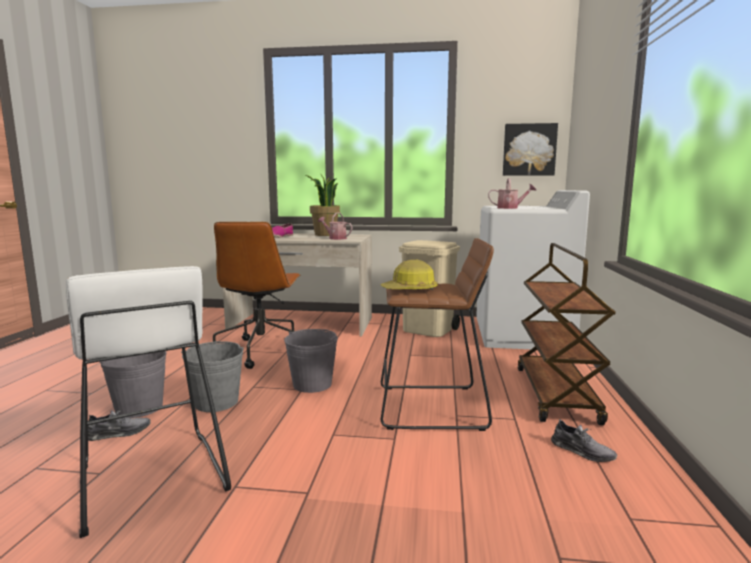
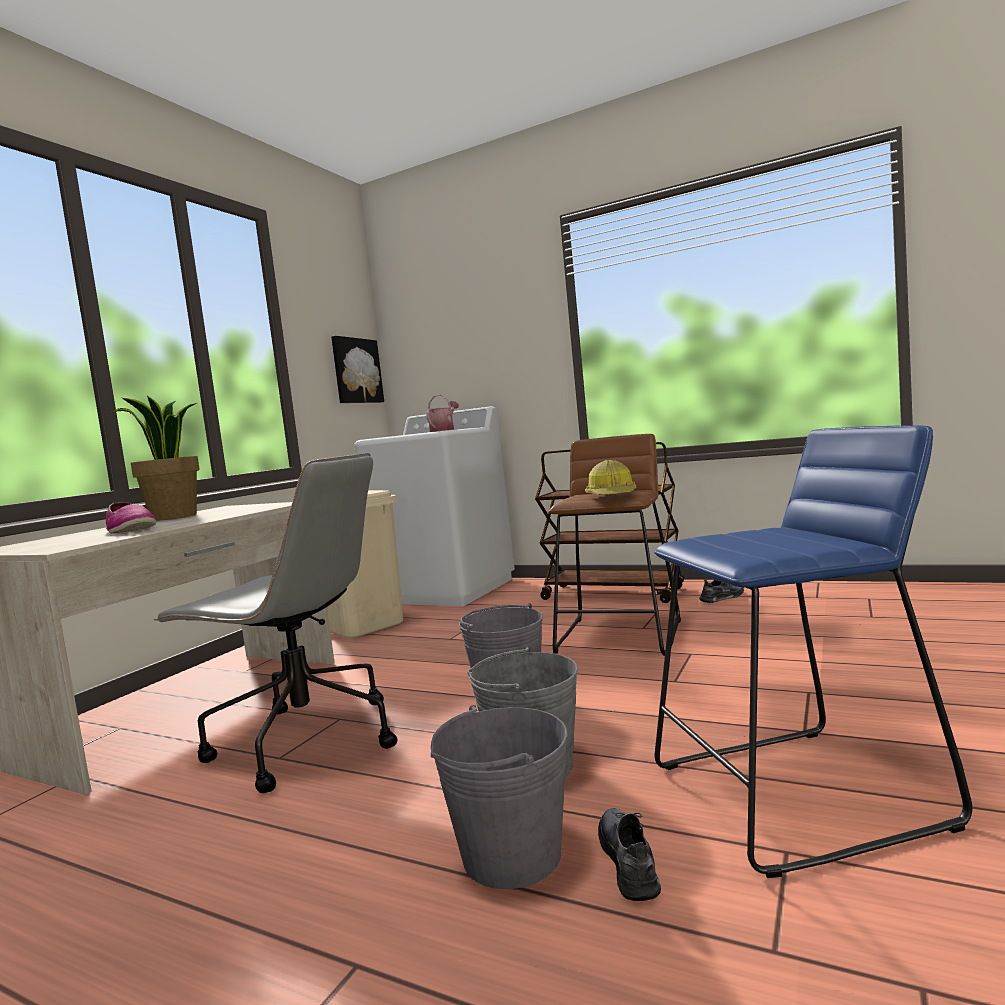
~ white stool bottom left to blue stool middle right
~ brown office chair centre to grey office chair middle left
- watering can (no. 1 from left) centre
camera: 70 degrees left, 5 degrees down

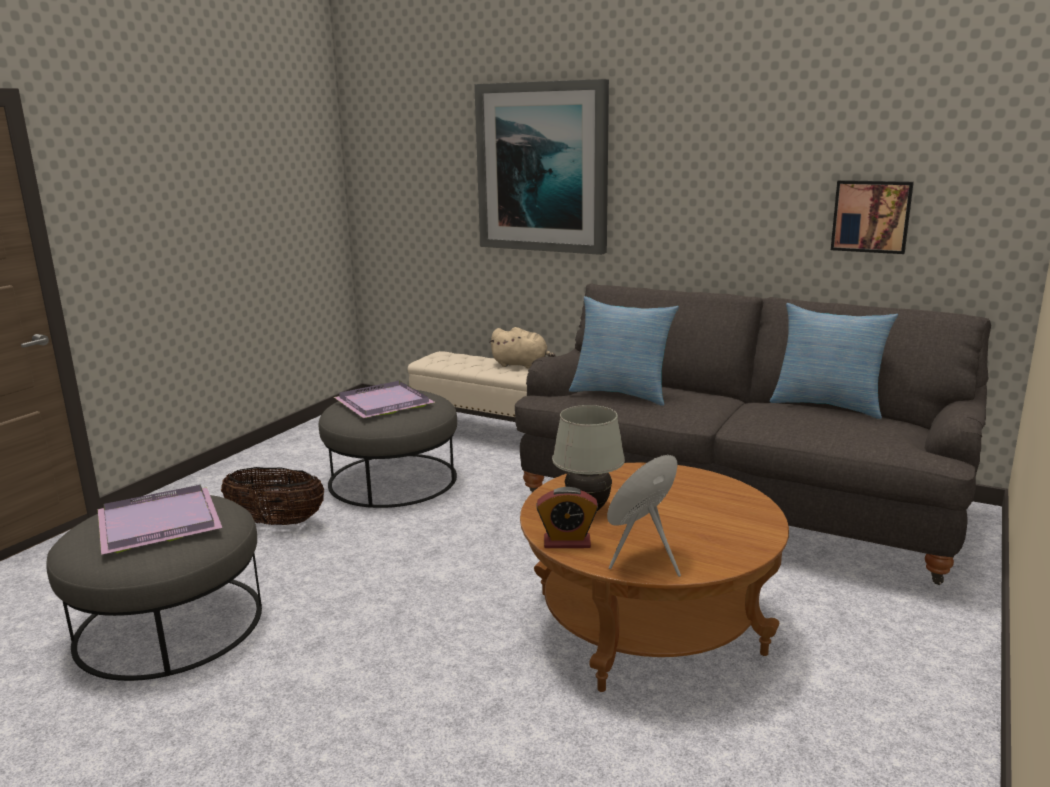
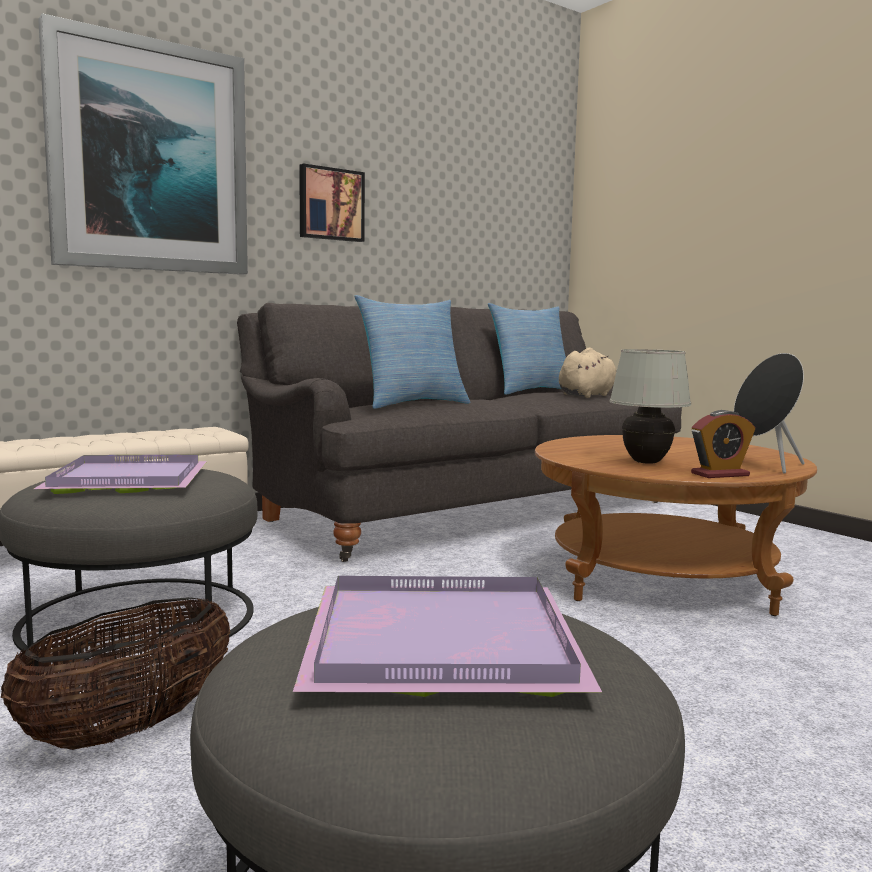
~ beige plush toy centre to middle right
~ alarm clock centre = middle right 45 degrees clockwise
~ picture (no. 2 from left) top right to top centre
camera: 65 degrees left, 10 degrees down

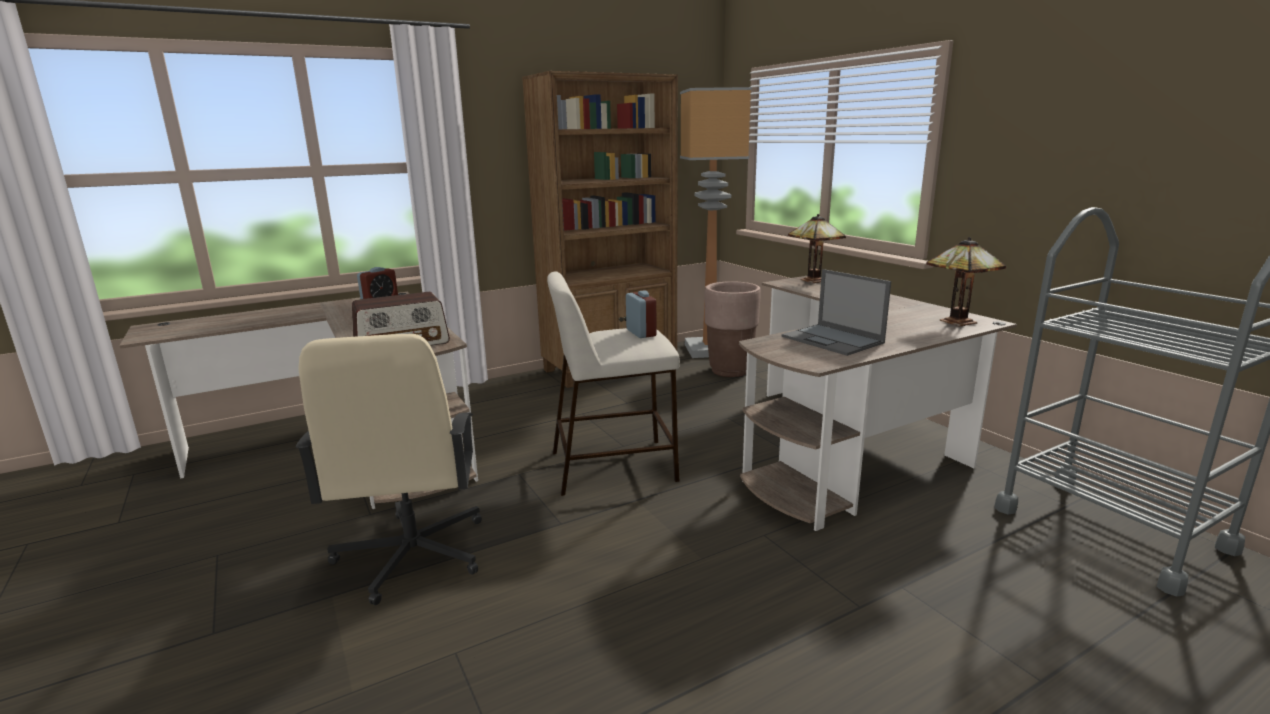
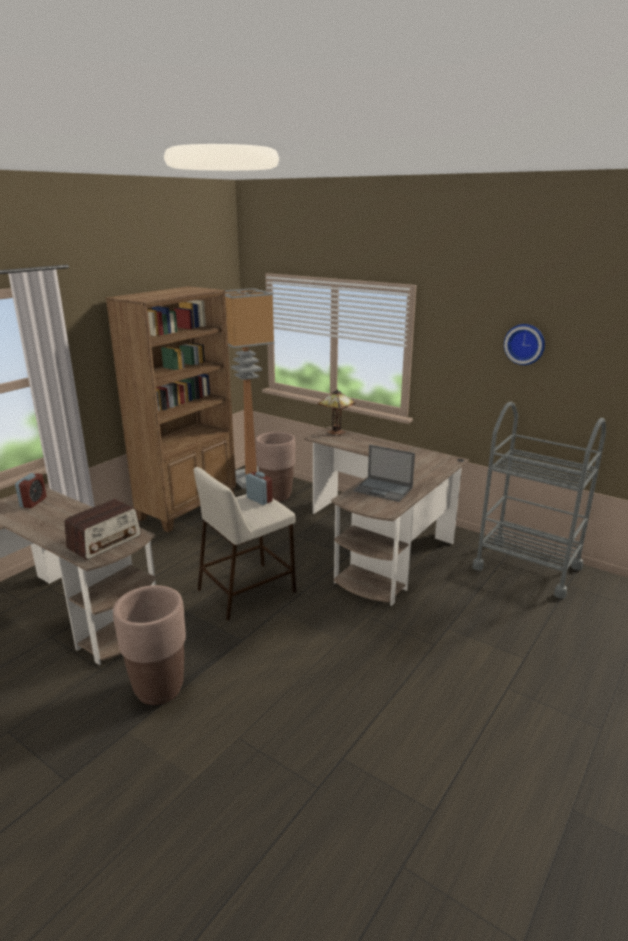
~ beige office chair middle left to brown planter (no. 1 from left) bottom left
- table lamp (no. 2 from left) middle right
+ wall clock middle right
camera: 25 degrees left, 5 degrees up

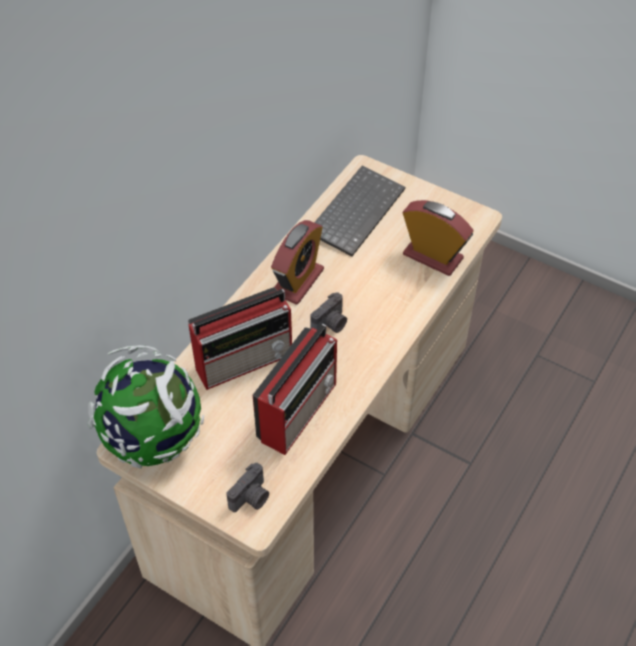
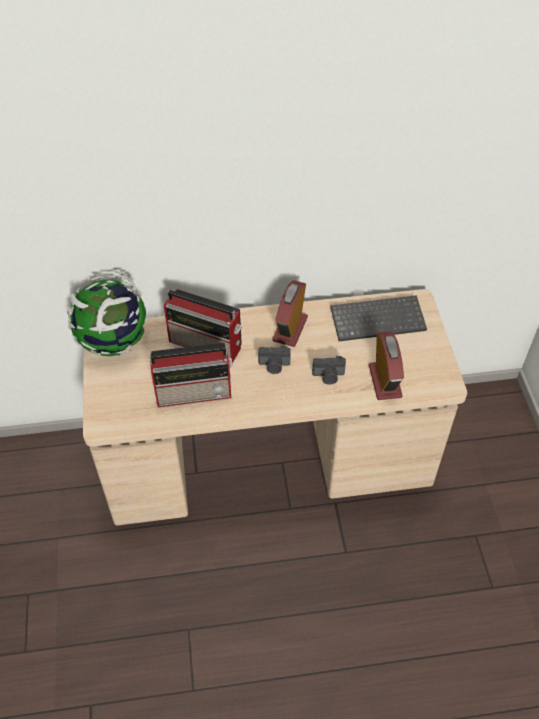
~ photo camera (no. 1 from left in the first image) bottom centre to photo camera (no. 2 from left) centre
~ alarm clock (no. 1 from left) centre = centre 120 degrees clockwise
camera: 50 degrees right, 0 degrees up

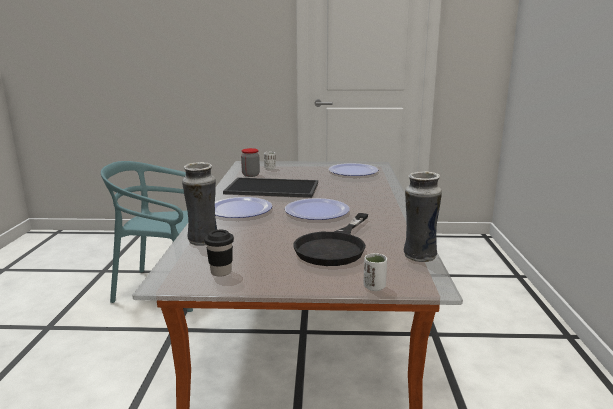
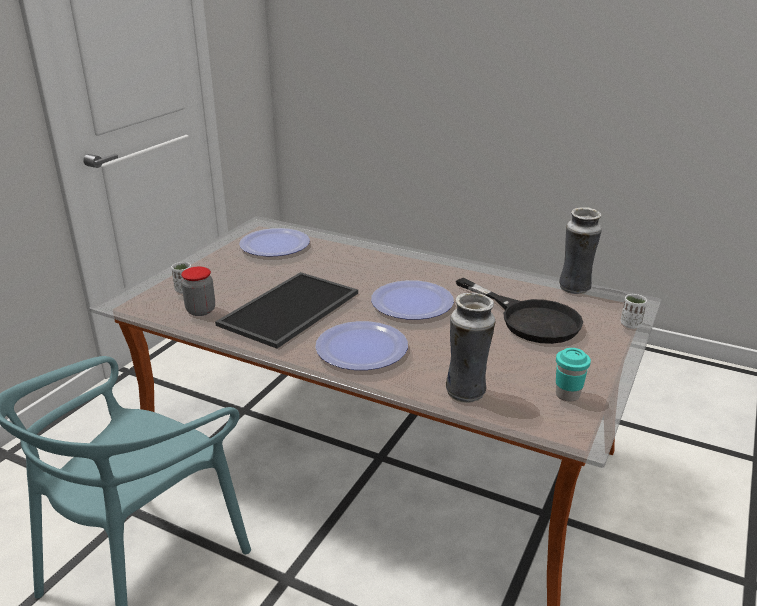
~ black cup centre to turquoise cup middle right
camera: 65 degrees left, 10 degrees up

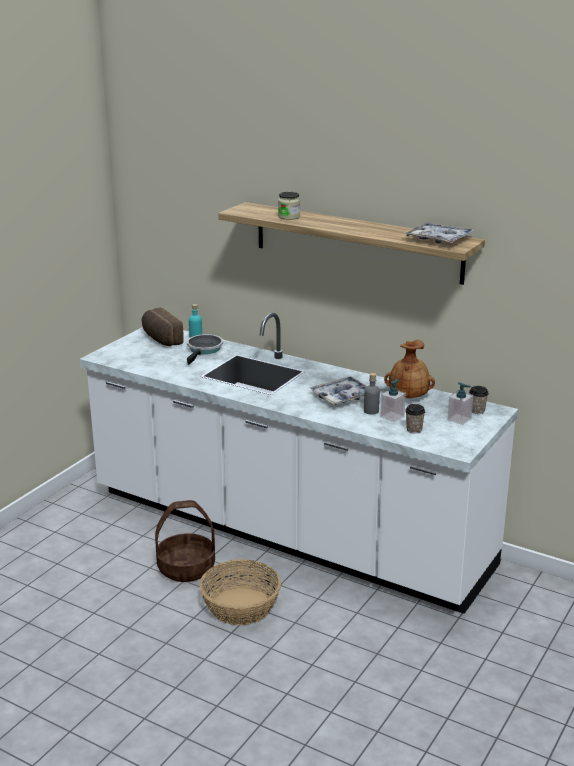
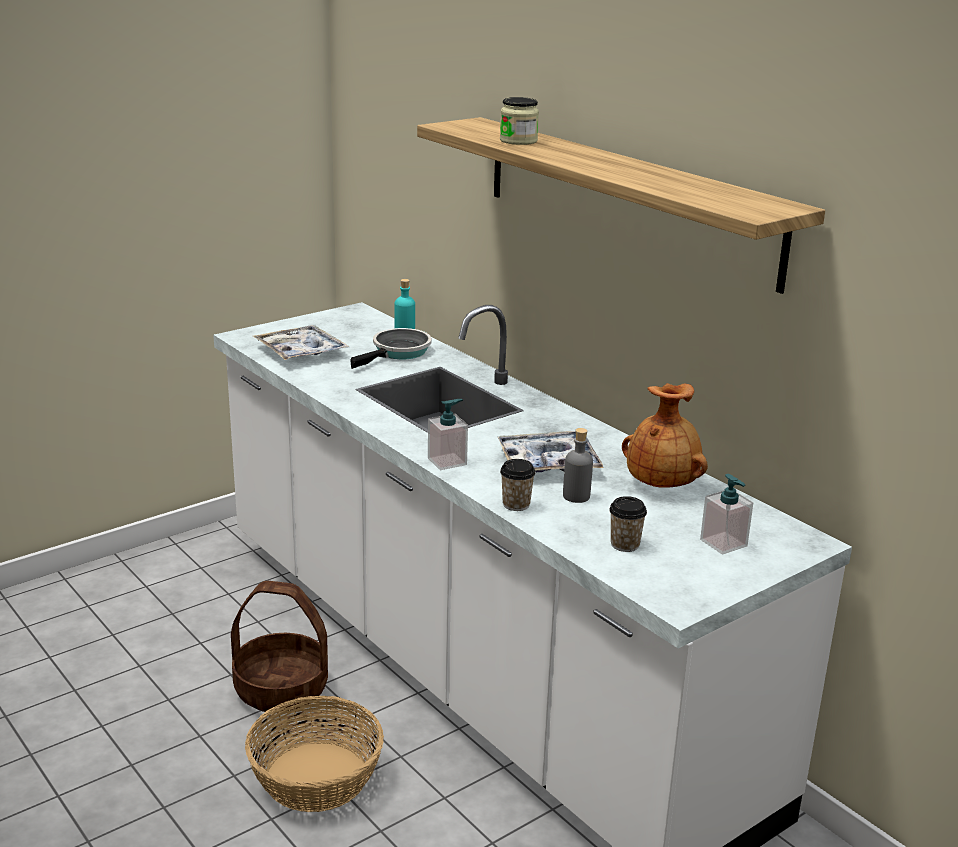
- bread middle left
~ soap dispenser (no. 1 from left) middle right to centre
~ tray (no. 2 from left in the first image) top right to tray (no. 1 from left) middle left
~ cup (no. 2 from left in the first image) middle right to cup (no. 1 from left) centre
camera: 20 degrees right, 0 degrees up

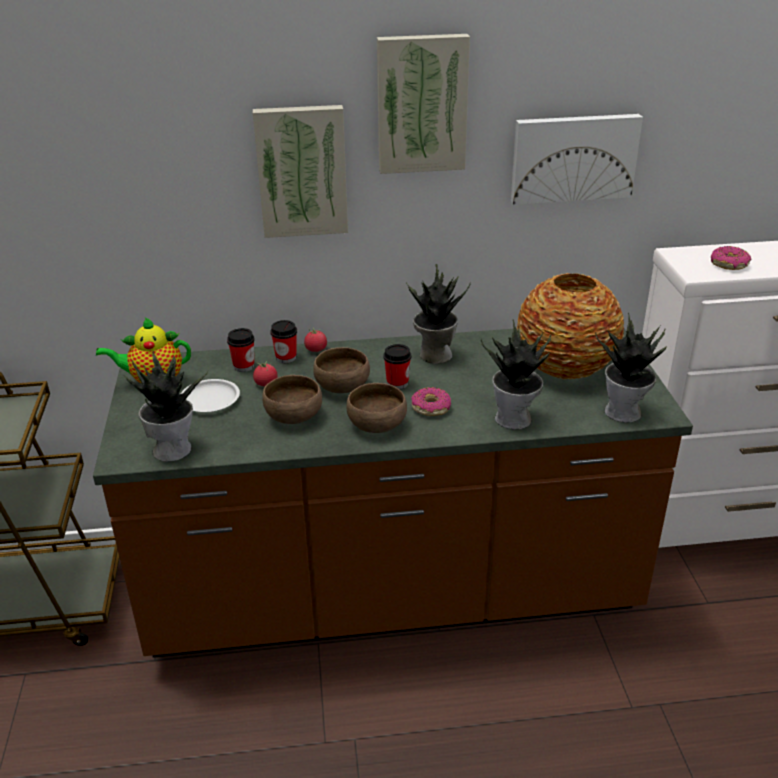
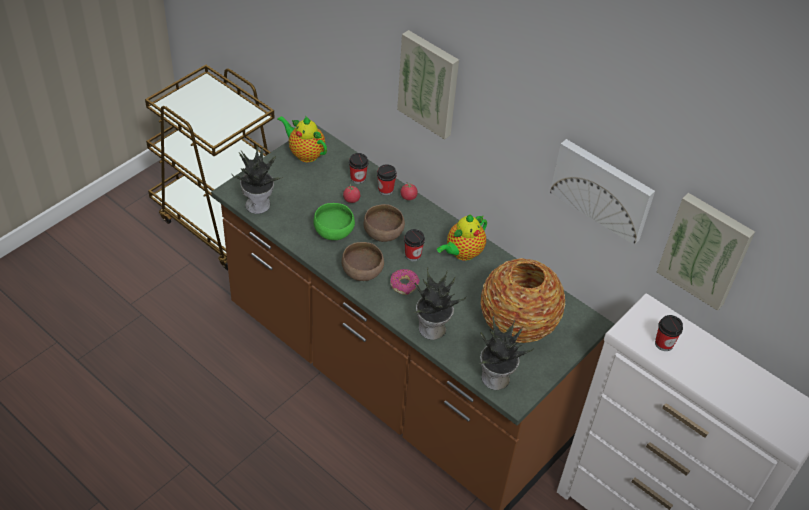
- white plate middle left
~ brown bowl (no. 1 from left) centre to green bowl centre
~ picture (no. 2 from left in the first image) top centre to picture (no. 3 from left) middle right
~ potted plant (no. 2 from left) centre to teapot (no. 2 from left) centre
~ donut (no. 2 from left) top right to cup (no. 4 from left) middle right
camera: 45 degrees right, 15 degrees up

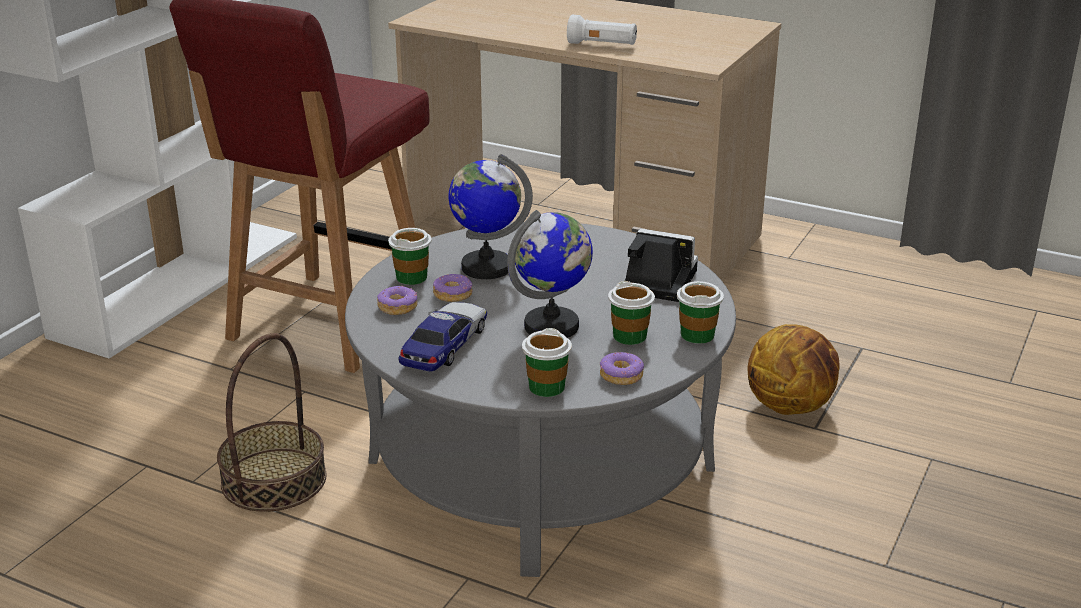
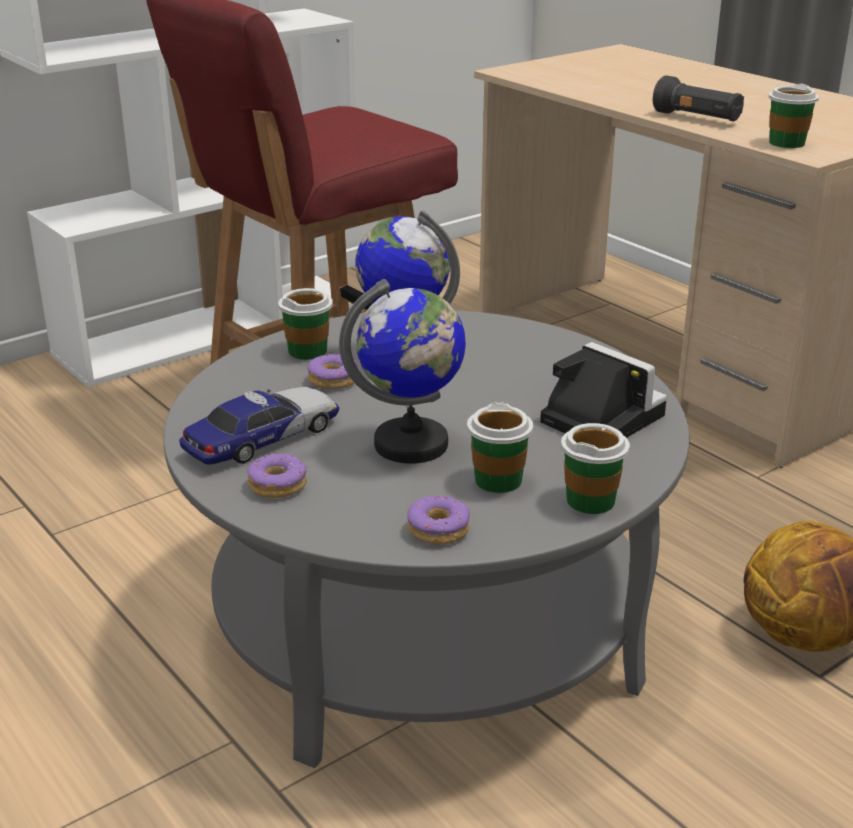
- basket bottom left
~ donut (no. 1 from left) centre to middle left
~ cup (no. 2 from left in the first image) centre to cup (no. 4 from left) top right
~ white flashlight top centre to black flashlight top right
camera: 25 degrees right, 0 degrees up

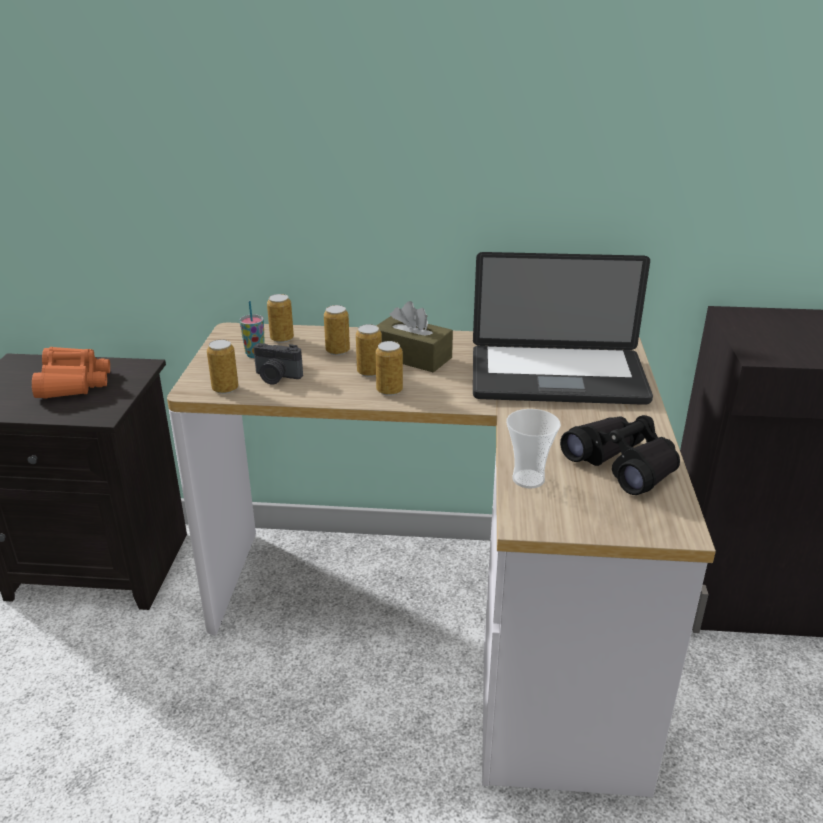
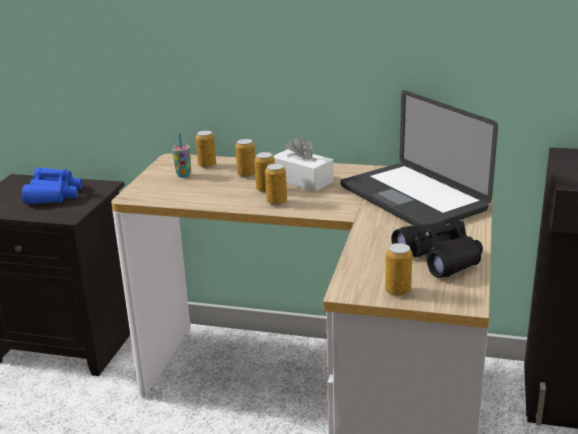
~ orange binoculars middle left to blue binoculars middle left
~ can (no. 1 from left in the first image) middle left to can (no. 5 from left) middle right
- photo camera centre
~ brown tissue box centre to white tissue box centre
~ laptop middle right = middle right 45 degrees clockwise
- cup (no. 2 from left) centre
camera: 10 degrees right, 5 degrees down

